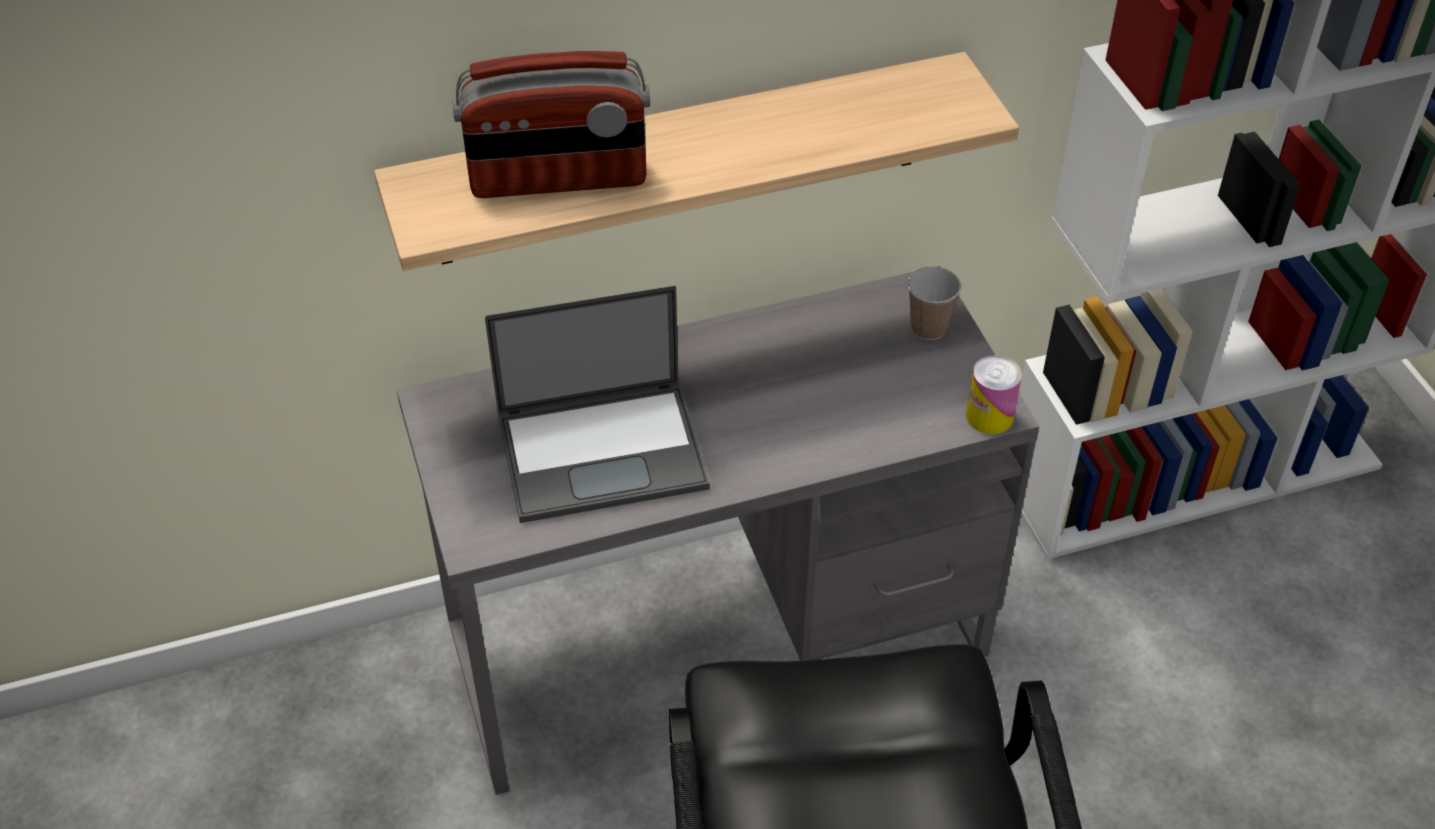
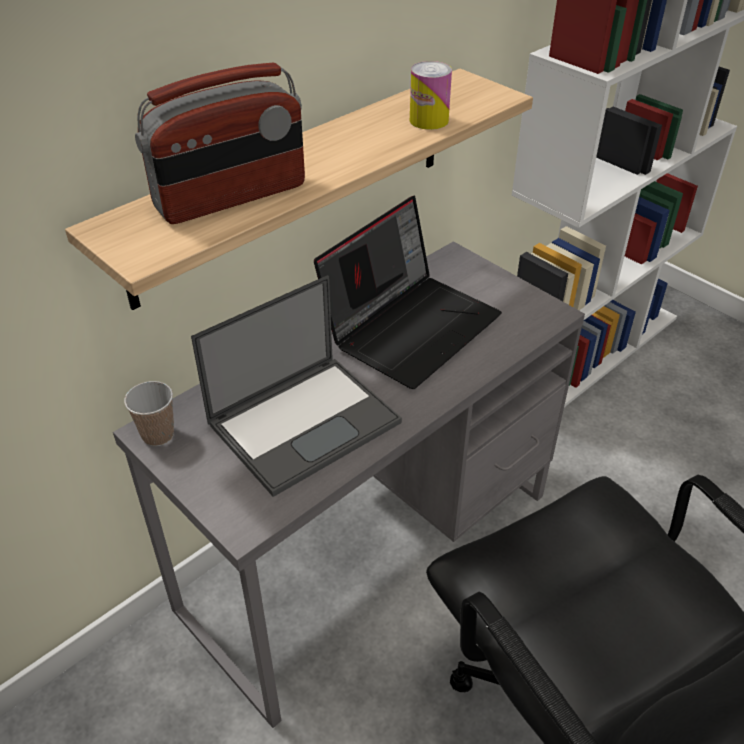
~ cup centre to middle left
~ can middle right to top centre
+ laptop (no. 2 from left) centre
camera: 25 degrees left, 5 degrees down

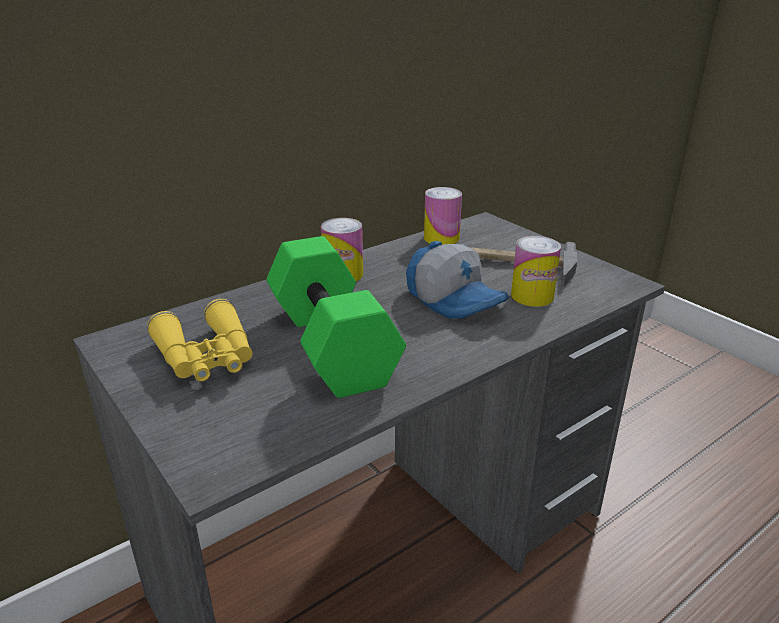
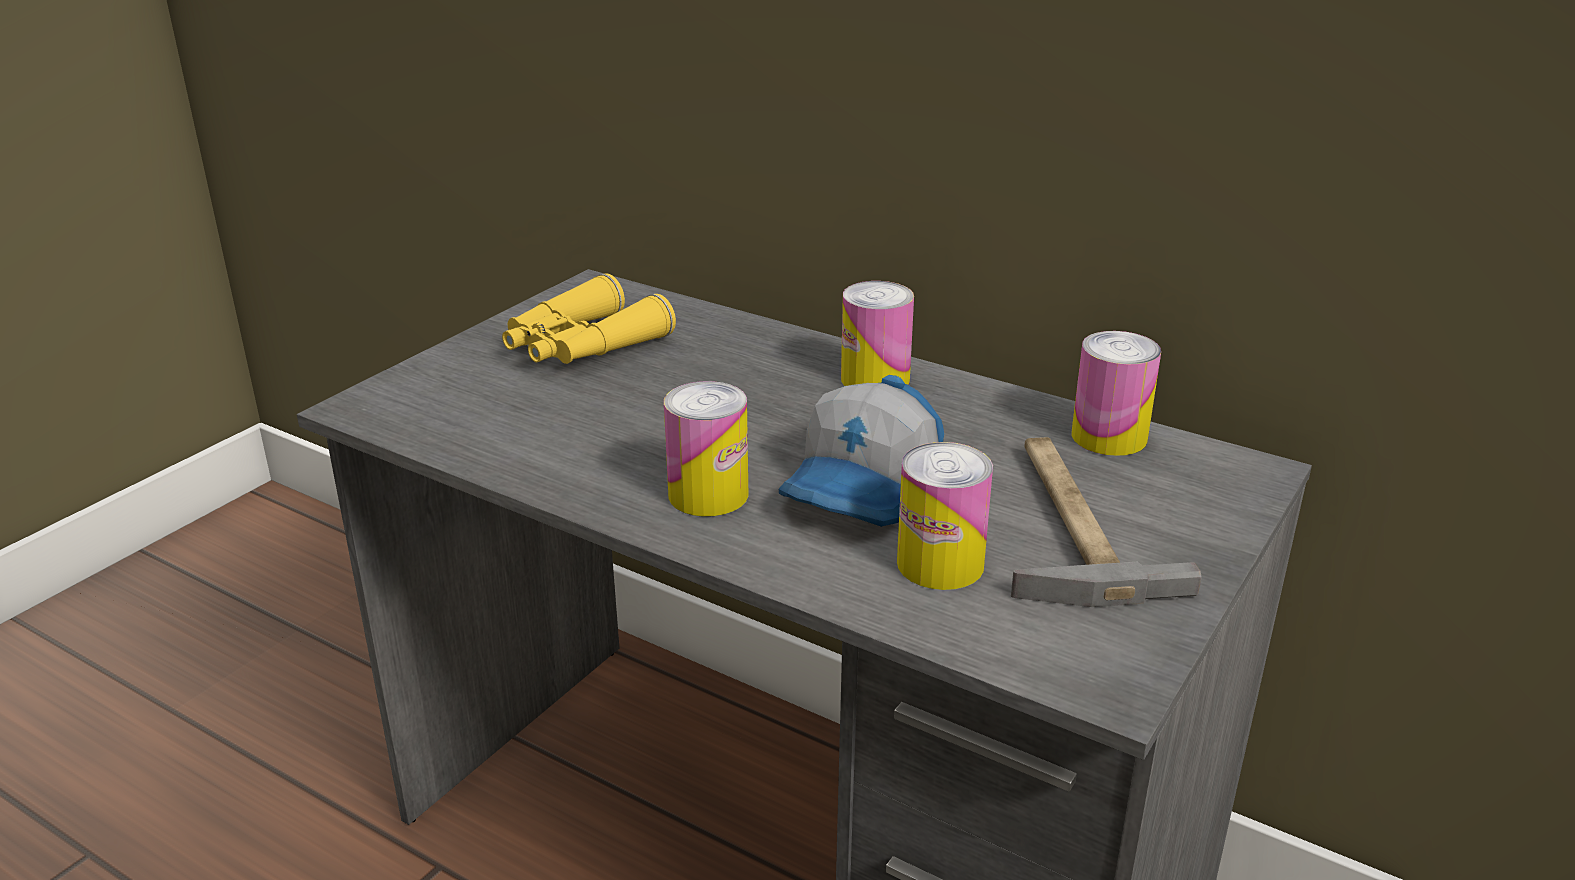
- green dumbbell centre
+ can (no. 1 from left) centre
camera: 70 degrees right, 0 degrees up

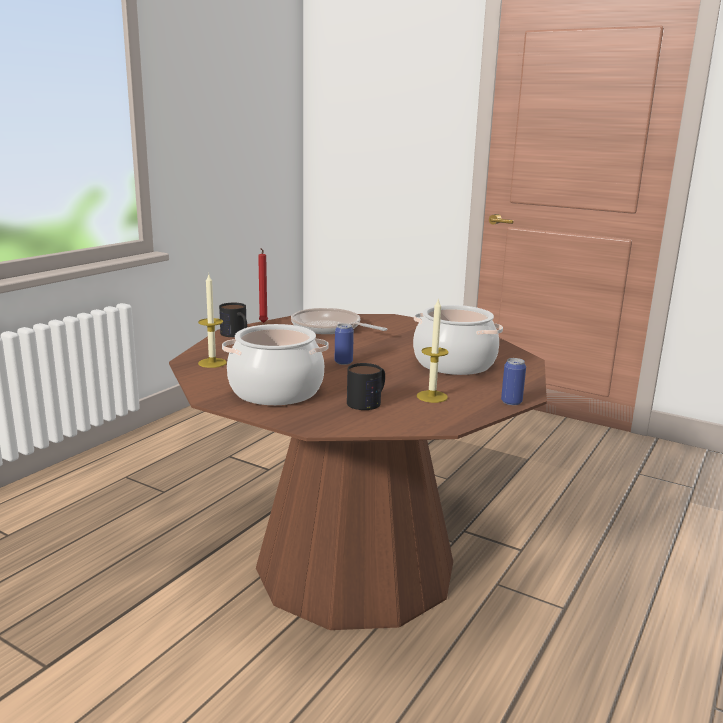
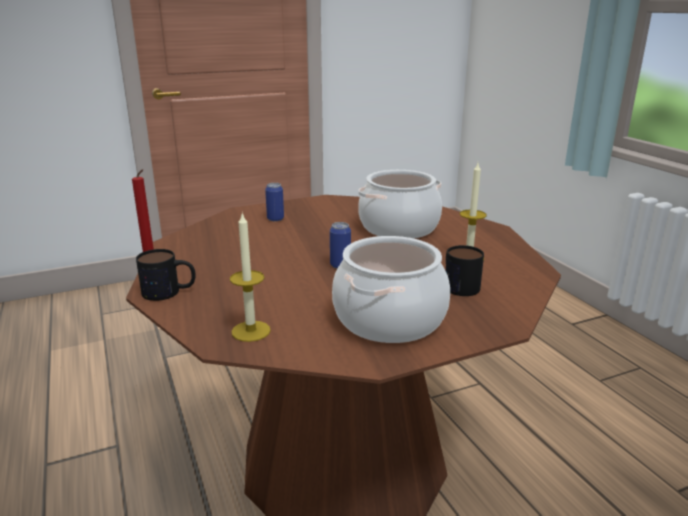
- frying pan centre
~ can (no. 2 from left in the first image) middle right to can (no. 1 from left) centre
camera: 55 degrees left, 5 degrees up

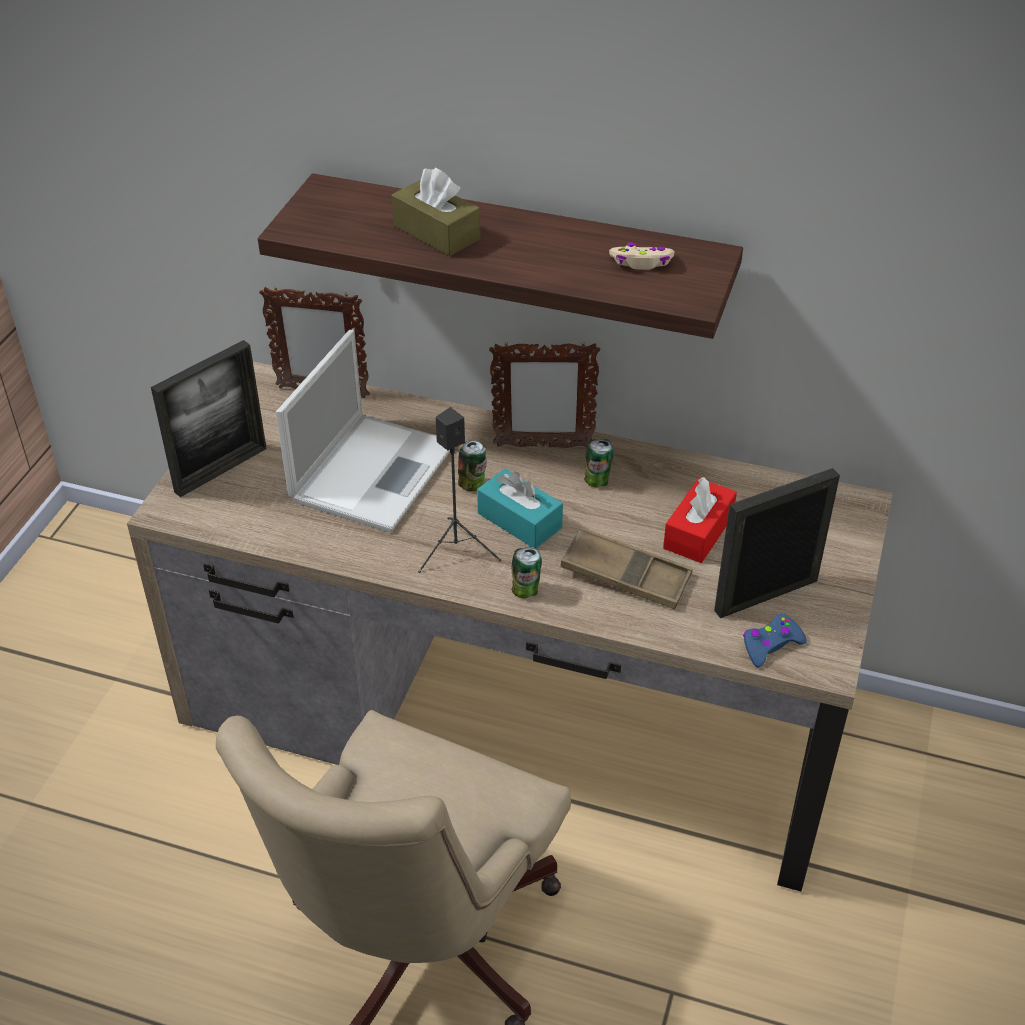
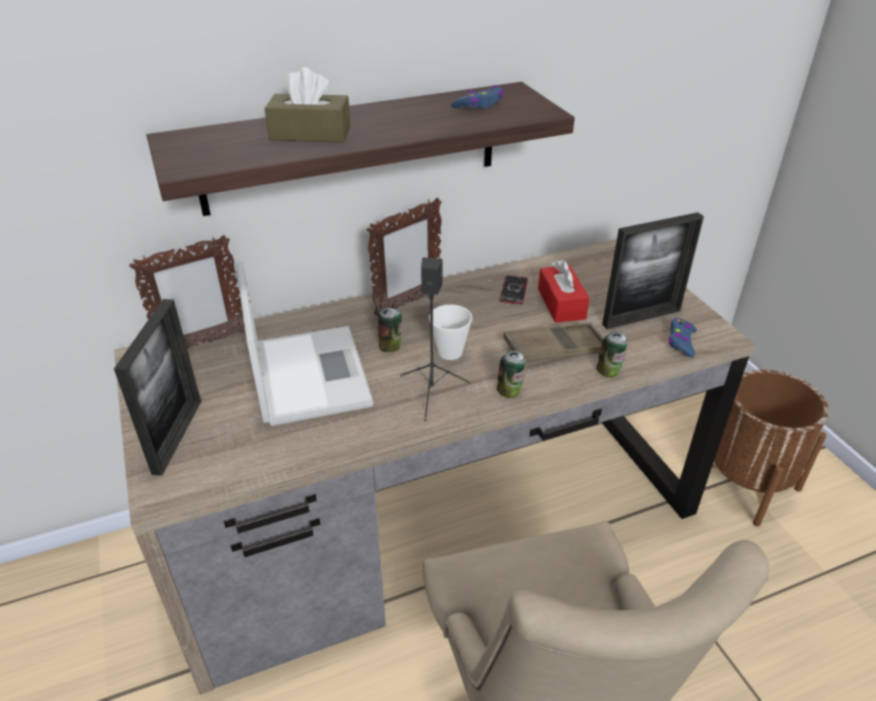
~ turquoise tissue box centre to cup centre
~ can (no. 3 from left) centre to middle right
~ beige game controller top centre to blue game controller (no. 1 from left) top centre
~ picture frame (no. 4 from left) middle right = middle right 135 degrees counterclockwise
+ phone centre
+ brown planter middle right
camera: 40 degrees left, 5 degrees down

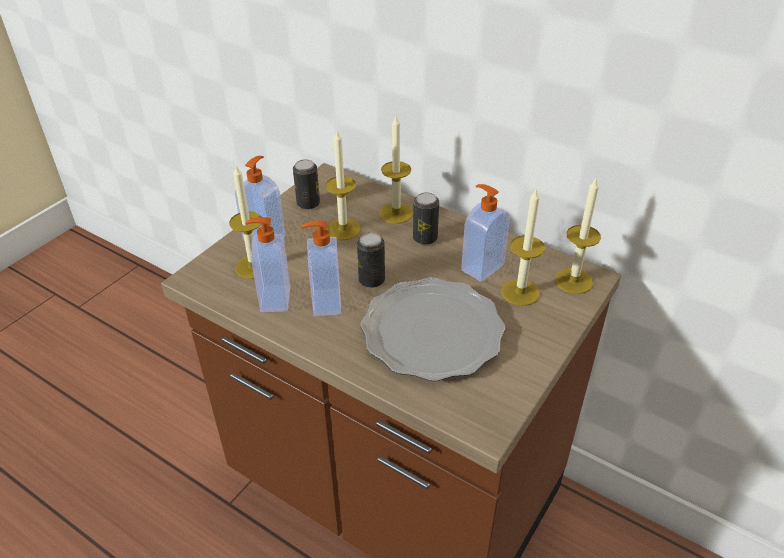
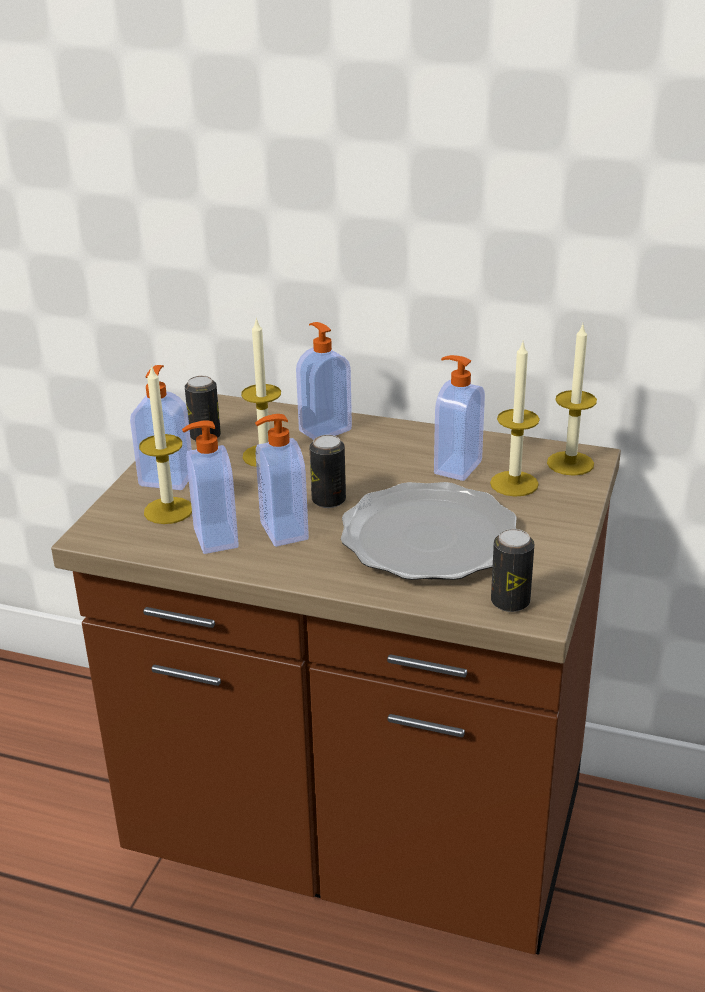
~ candle (no. 3 from left) top centre to soap dispenser (no. 4 from left) centre
~ can (no. 3 from left) centre to middle right
camera: 15 degrees left, 10 degrees down

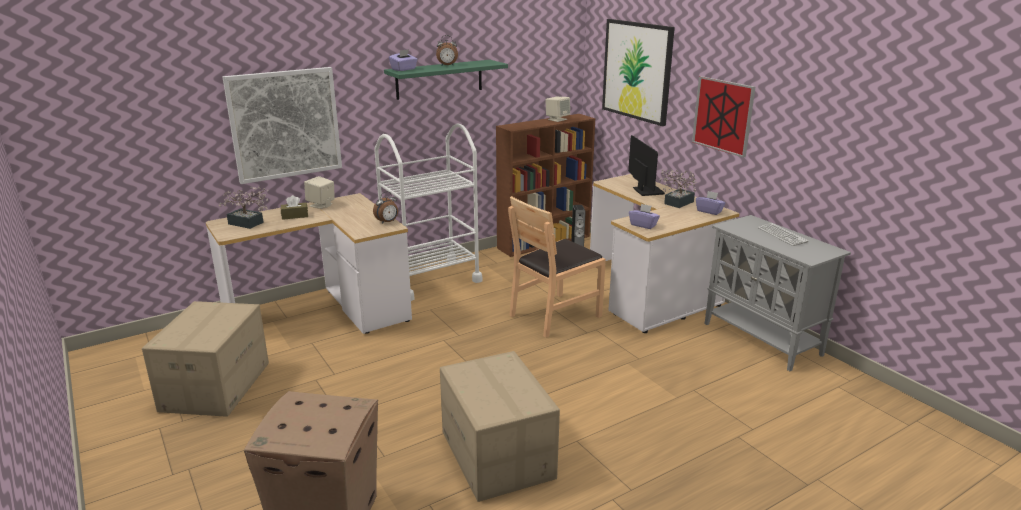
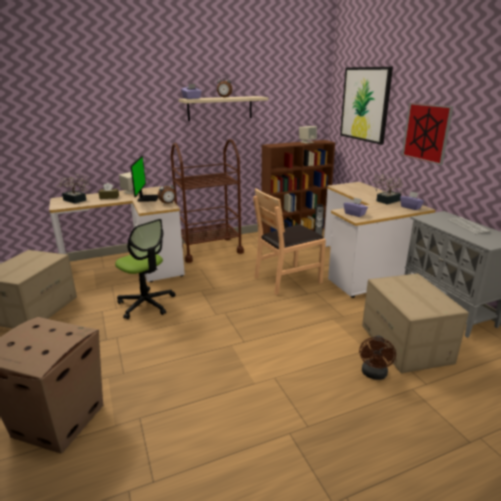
- picture (no. 1 from left) top left
~ white cart centre to brown cart centre
~ green shelf top centre to beige shelf top centre
~ cardboard box (no. 3 from left) bottom centre to middle right
~ monitor top centre to middle left
+ office chair middle left
+ brown fan bottom right
camera: 10 degrees right, 0 degrees up

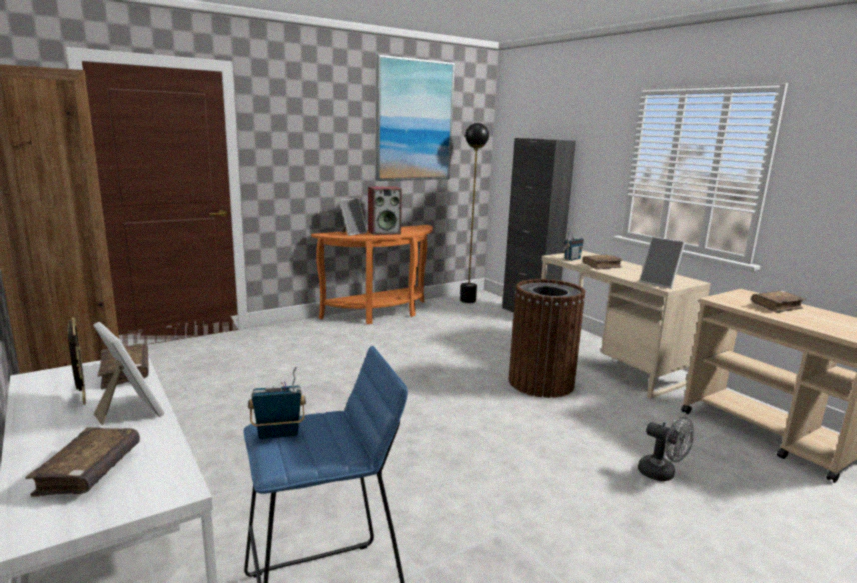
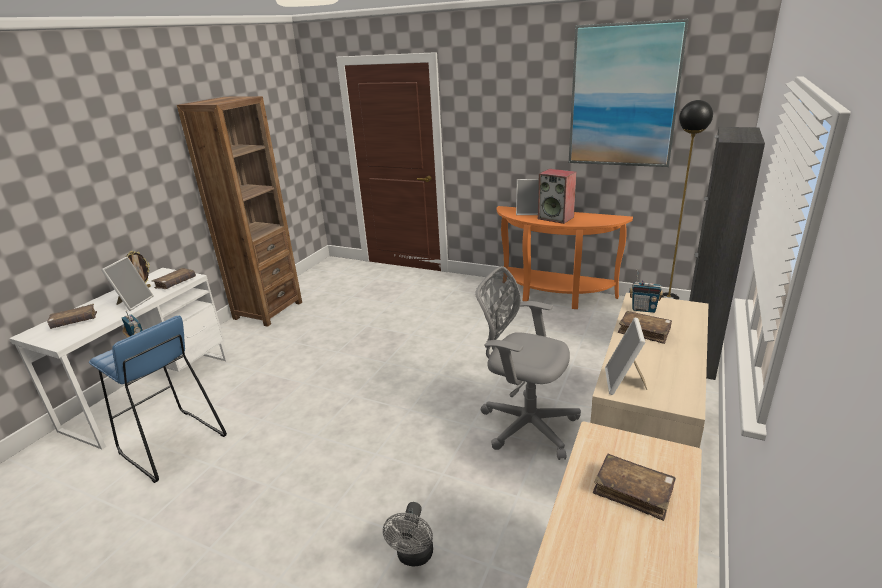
~ brown trash can centre to grey office chair centre
camera: 60 degrees right, 10 degrees up

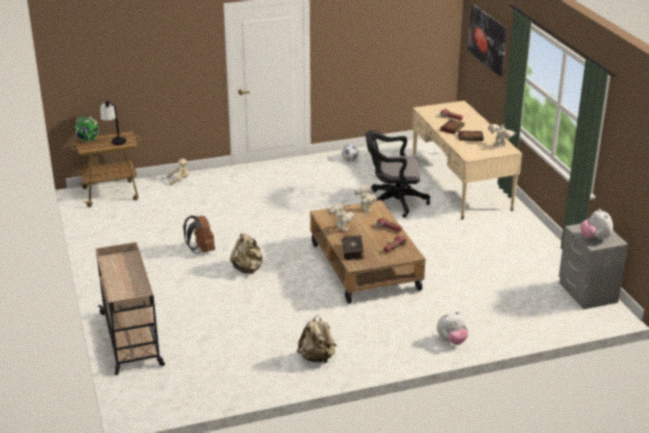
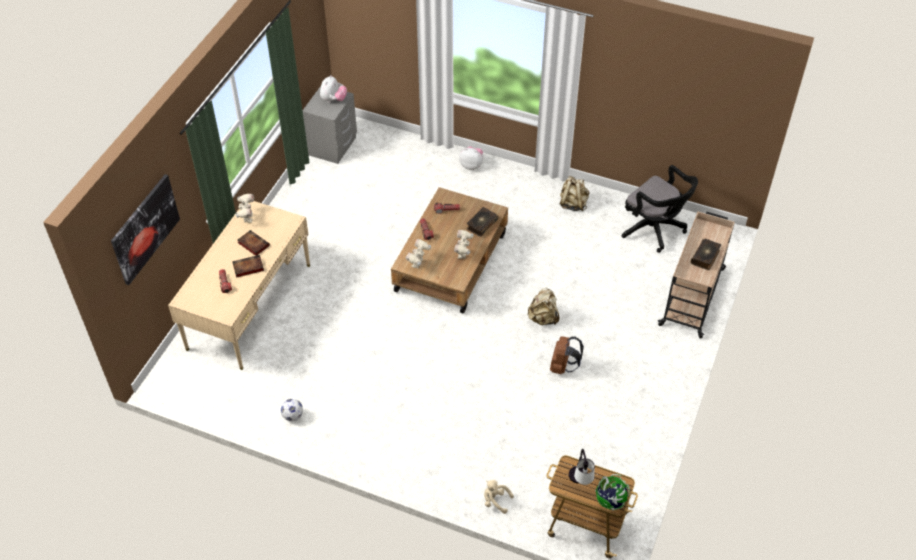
~ black office chair centre to middle right
+ book (no. 4 from left) middle right
camera: 140 degrees left, 20 degrees up

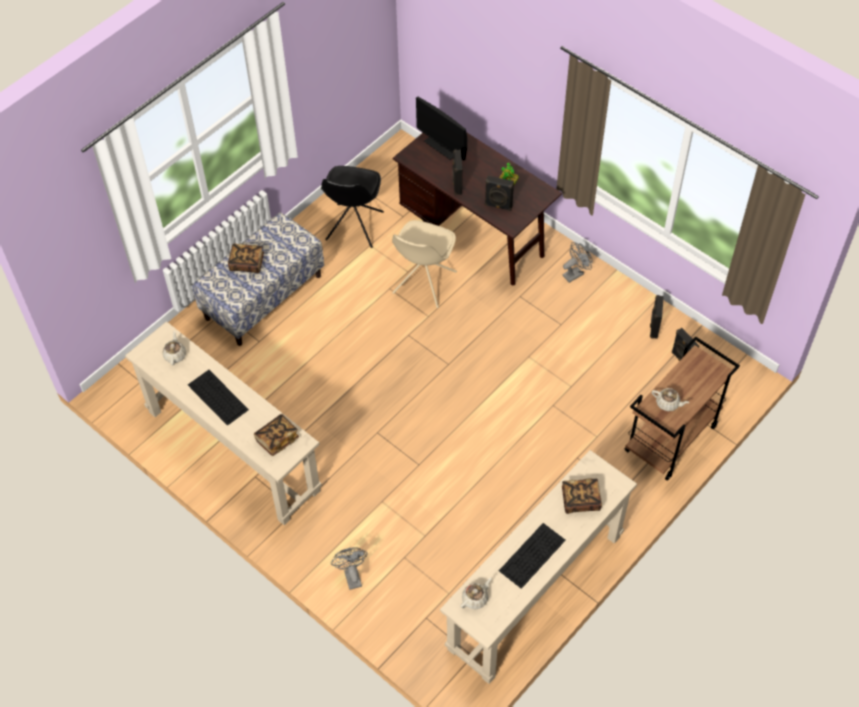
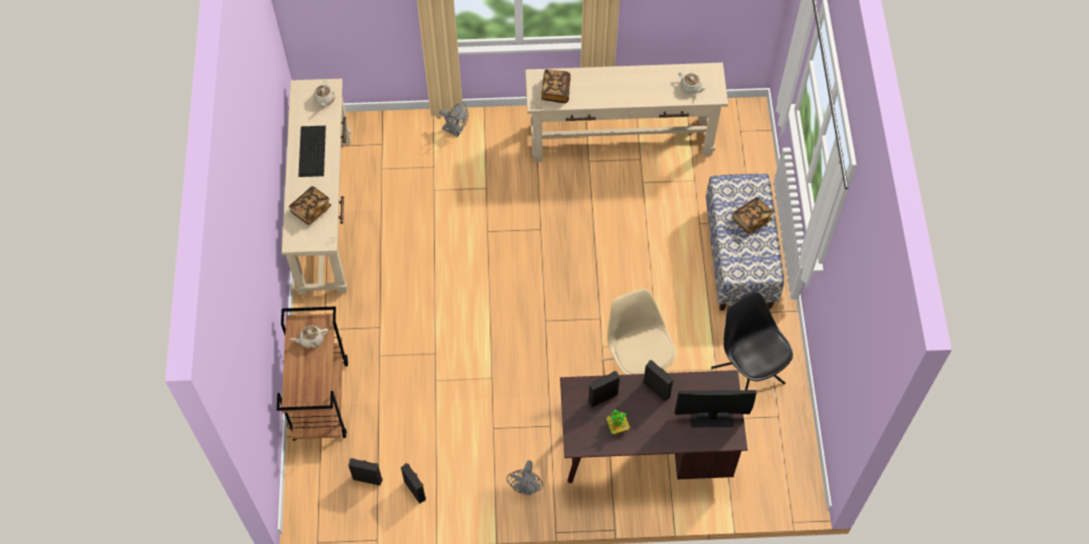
- keyboard (no. 1 from left) middle left
camera: 135 degrees right, 5 degrees up

